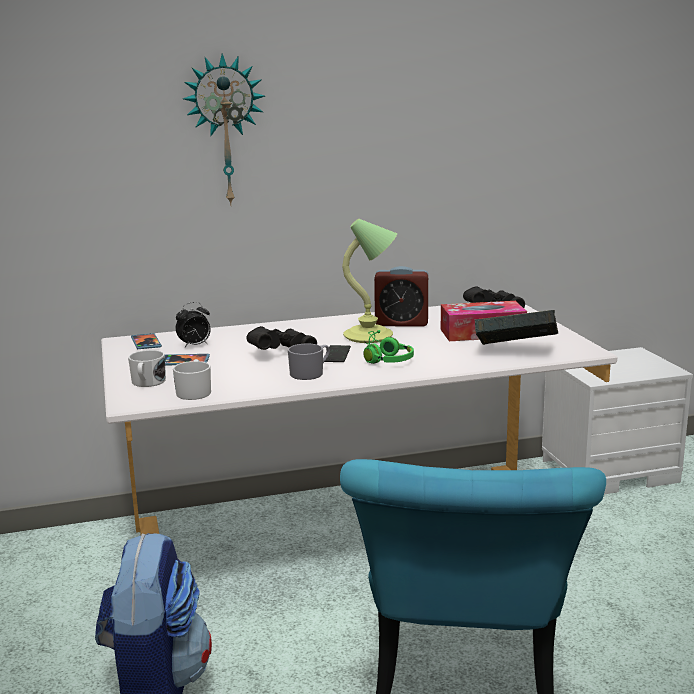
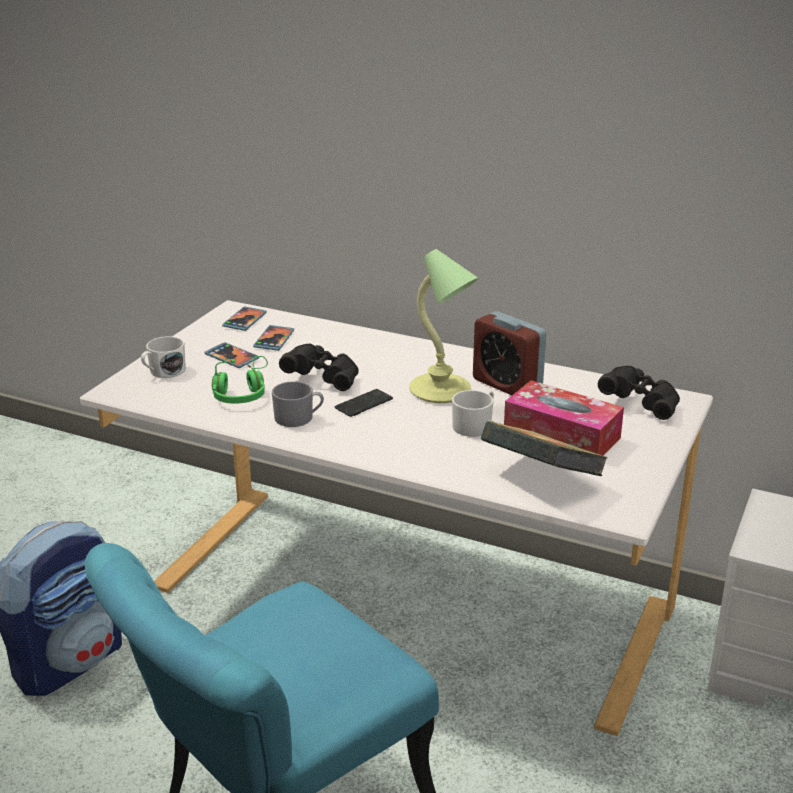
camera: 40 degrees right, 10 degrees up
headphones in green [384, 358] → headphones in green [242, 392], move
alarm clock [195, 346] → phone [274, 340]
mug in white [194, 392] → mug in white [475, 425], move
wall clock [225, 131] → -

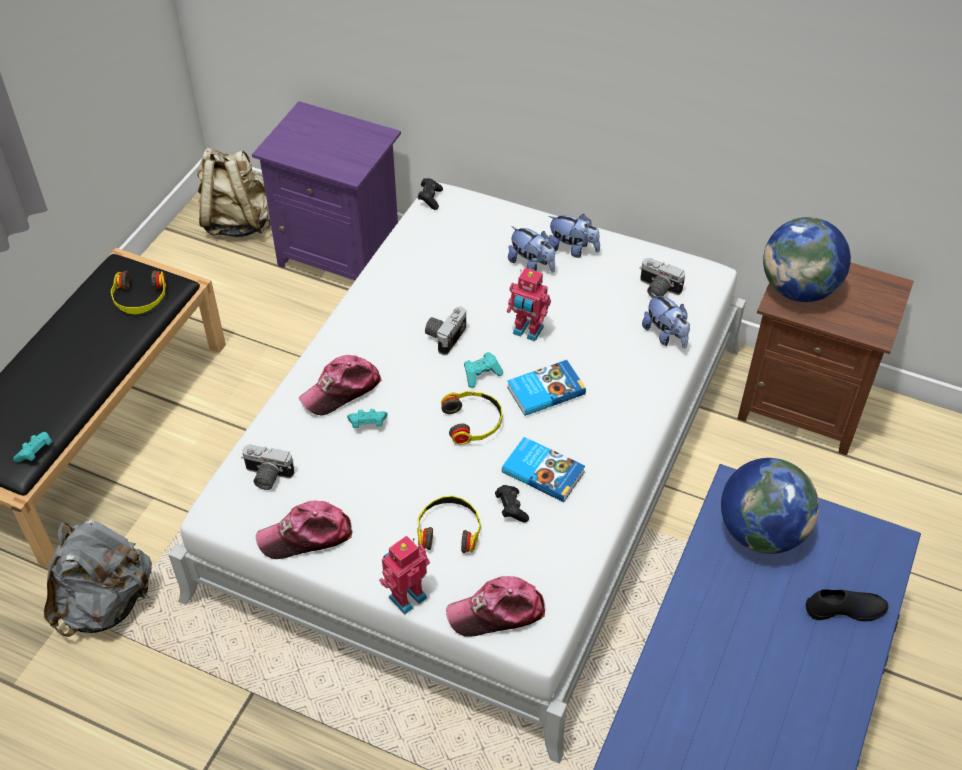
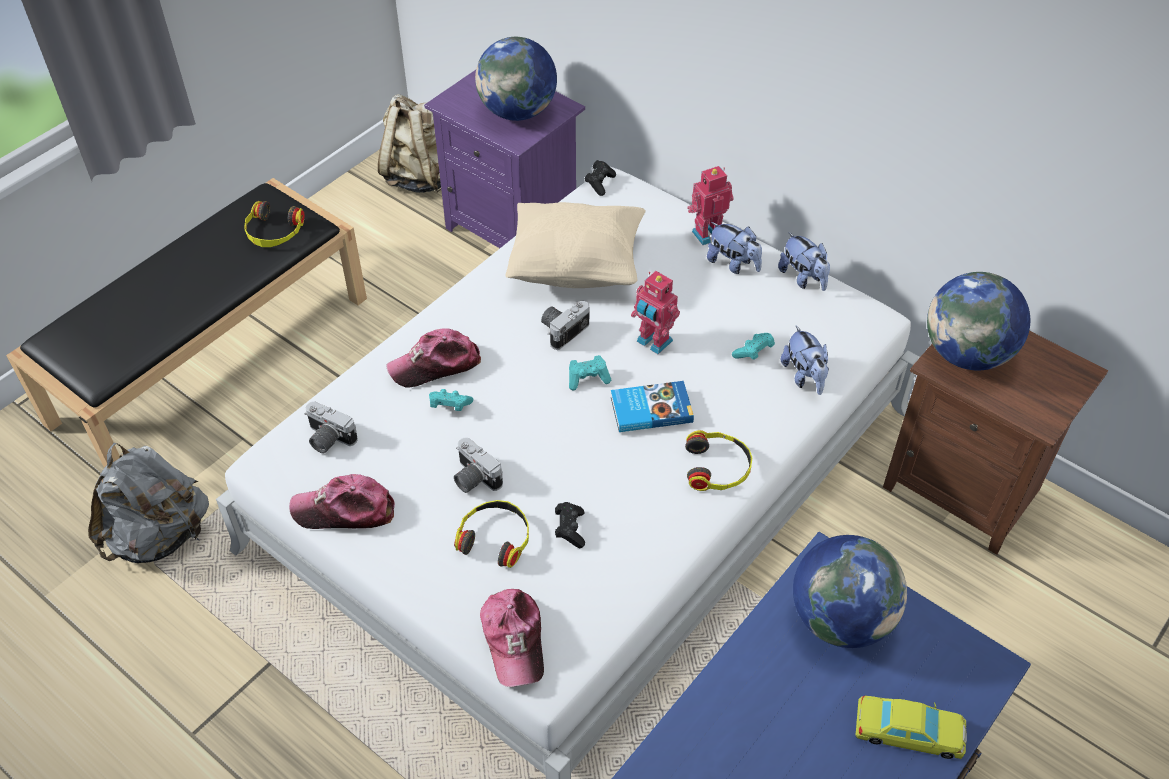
camera: 15 degrees right, 0 degrees up
photo camera [657, 290] → photo camera [473, 478], move
- → globe [518, 112]
cap [497, 613] → cap [514, 640], 105 degrees counterclockwise
- → pillow in beige [577, 267]
headphones [473, 421] → headphones [718, 467], move
toy robot [406, 595] → toy robot [707, 233], move
game controller in turquoise [36, 452] → game controller in turquoise [753, 352], move
plush toy [532, 264] → plush toy [803, 278], move
shoe in black [844, 609] → toy car in yellow [909, 731]
book [543, 471] → -

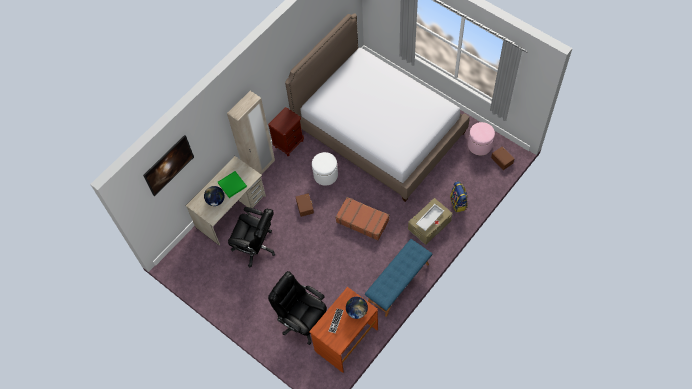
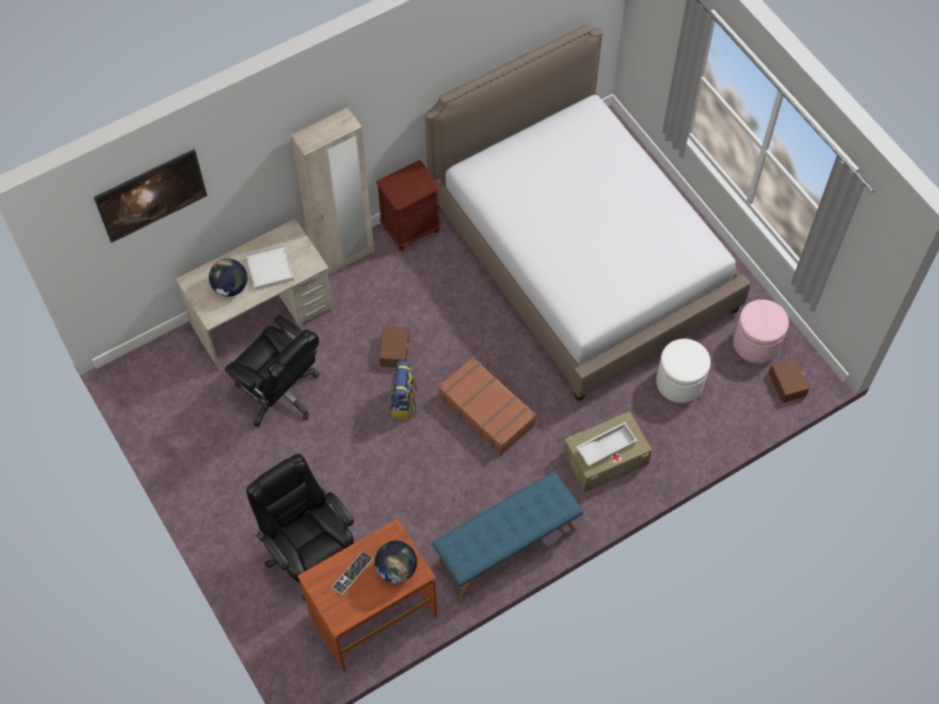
camera: 15 degrees right, 0 degrees up
tray in green [232, 185] → tray in white [270, 269]
backpack [458, 203] → backpack [404, 403], move
ottoman in white [325, 175] → ottoman in white [679, 382], move

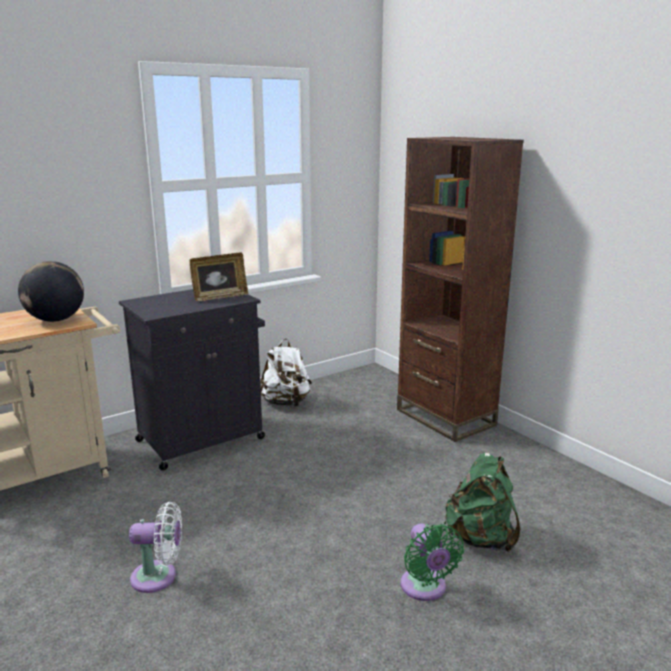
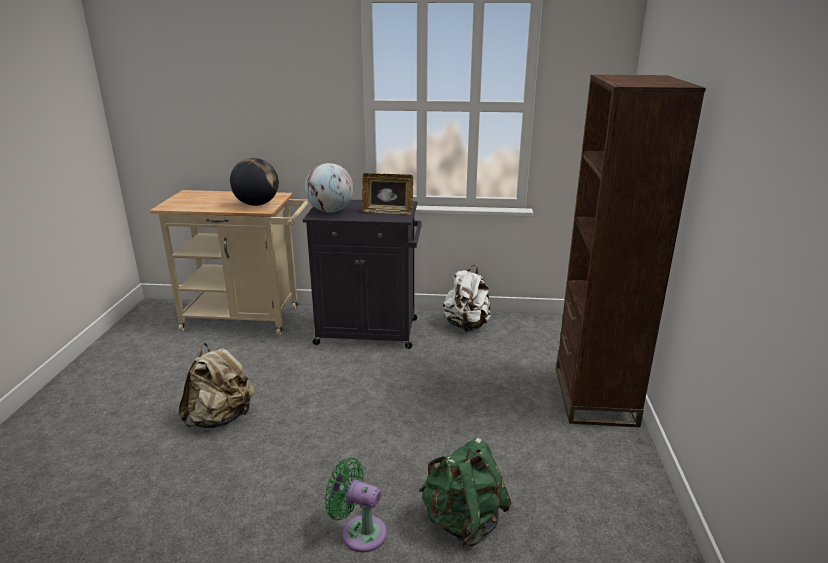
camera: 40 degrees right, 5 degrees up
fan in white [158, 577] → backpack in beige [221, 418]
- → globe [330, 211]
fan in green [425, 588] → fan in green [359, 532], 90 degrees clockwise

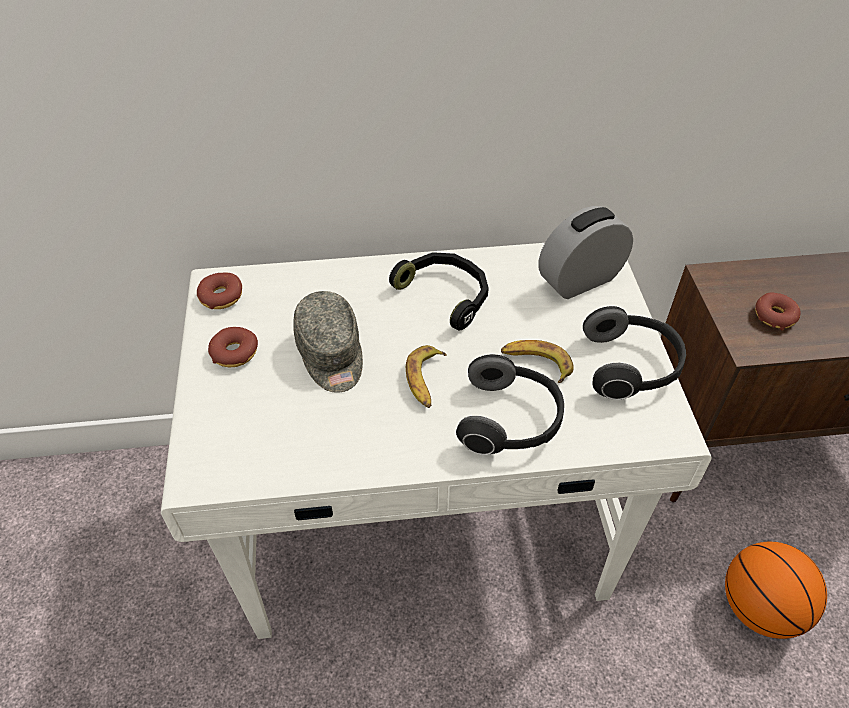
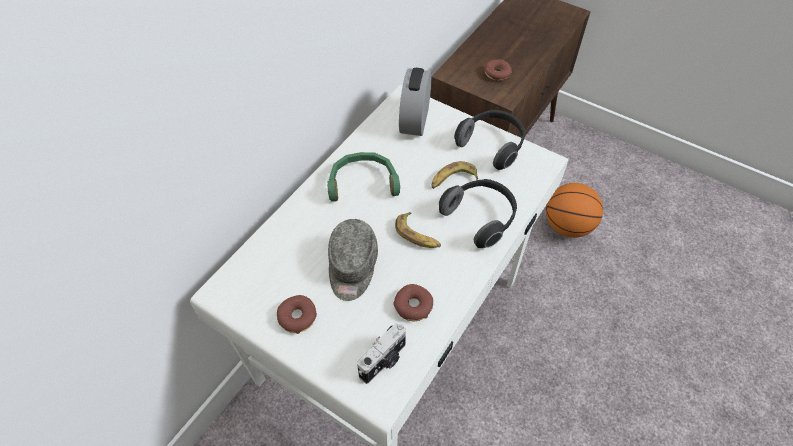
camera: 50 degrees left, 5 degrees up
headphones in black [446, 294] → headphones in green [363, 182]
cap in grey [331, 355] → cap in grey [352, 267], 75 degrees clockwise
- → photo camera [384, 361]
donut [221, 296] → donut [413, 306], move

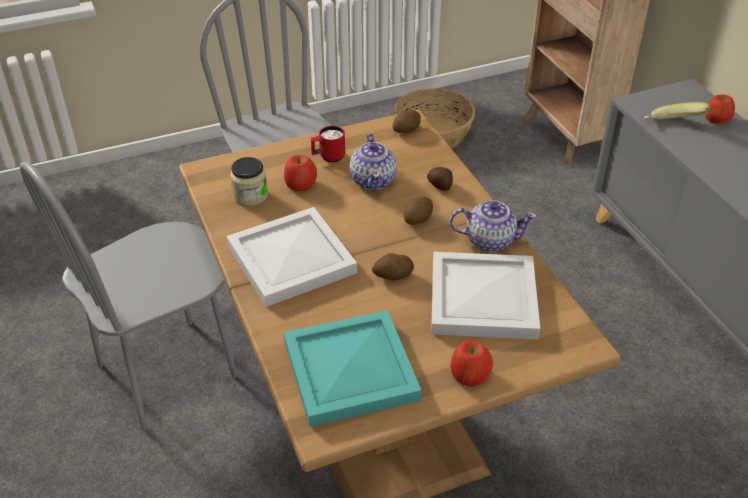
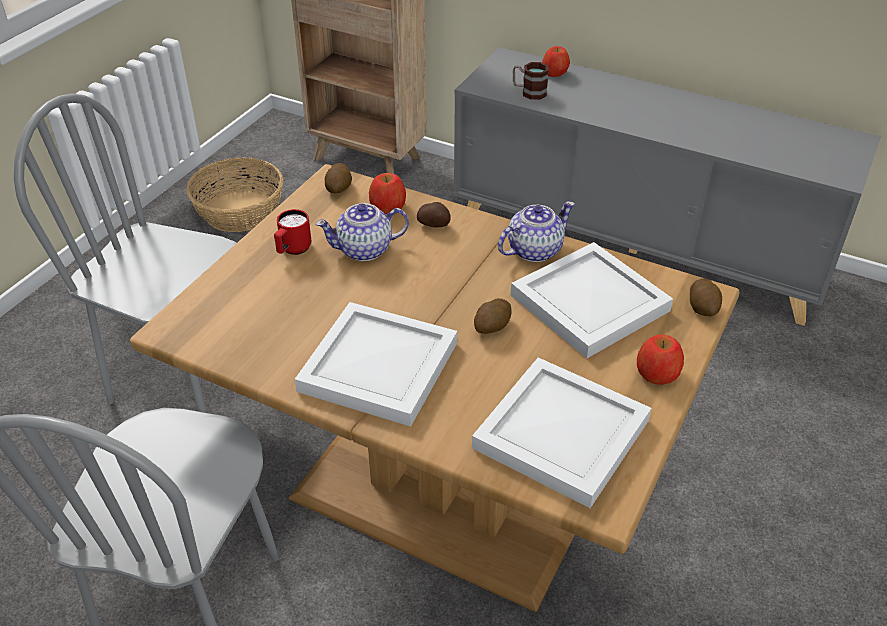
camera: 40 degrees left, 0 degrees up
teapot [373, 180] → teapot [365, 250], 120 degrees clockwise
apple [300, 184] → apple [388, 206], move
tray in turquoise [352, 371] → tray in white [564, 433]
banana [672, 126] → mug [529, 92]
potato [418, 220] → potato [703, 308], move
jar [250, 195] → -

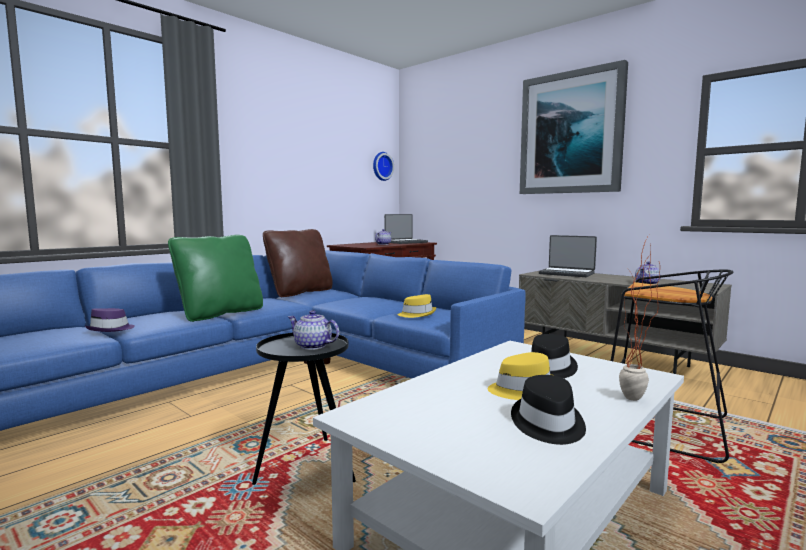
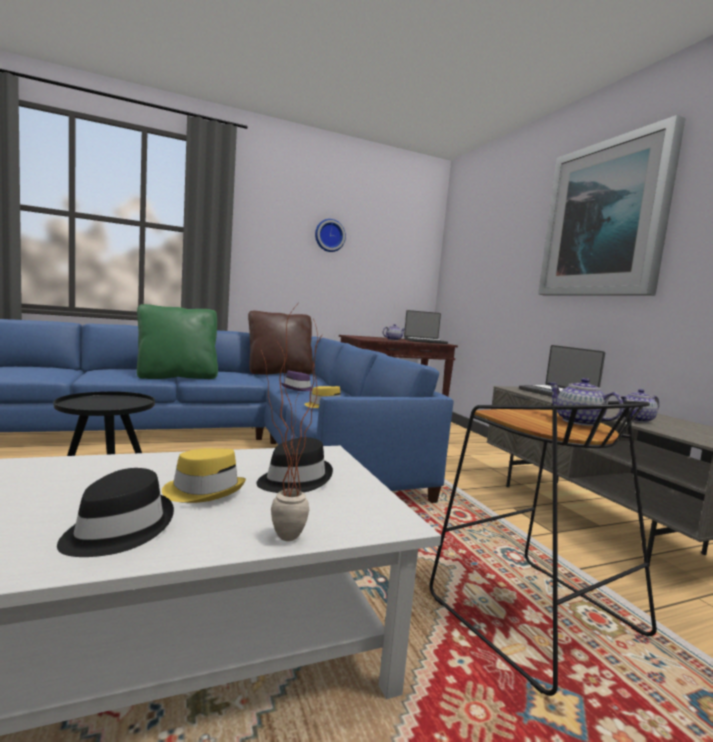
camera: 25 degrees right, 0 degrees up
hat in purple [111, 329] → hat in purple [298, 389], move
wall clock [381, 166] → wall clock [329, 235], move
teapot [313, 346] → teapot [579, 422], move

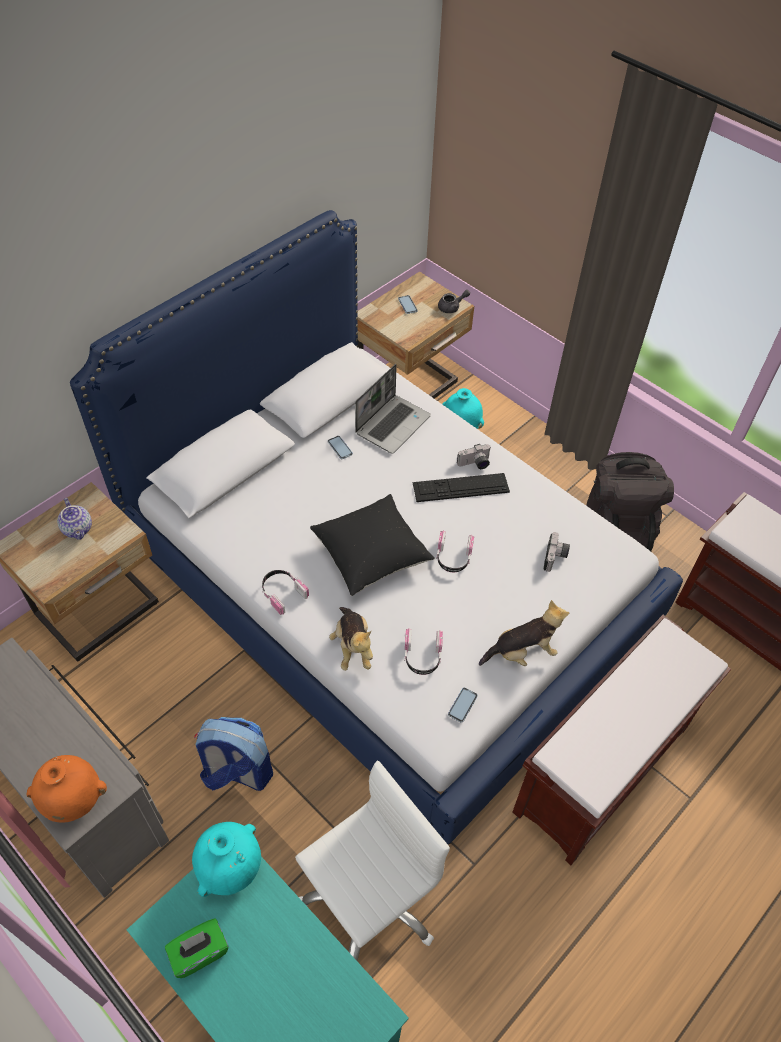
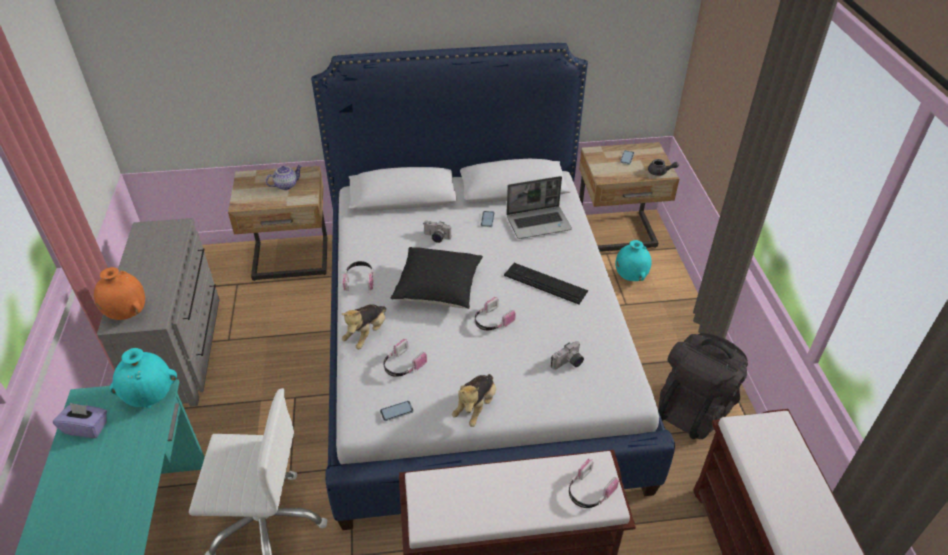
camera: 40 degrees right, 10 degrees down
tissue box in green [199, 952] → tissue box in purple [87, 427]
teapot [78, 529] → teapot [286, 185], 135 degrees counterclockwise
photo camera [475, 464] → photo camera [436, 238], move
plush toy [522, 652] → plush toy [476, 407], 90 degrees clockwise
- → headphones [589, 492]
backpack [237, 772] → -

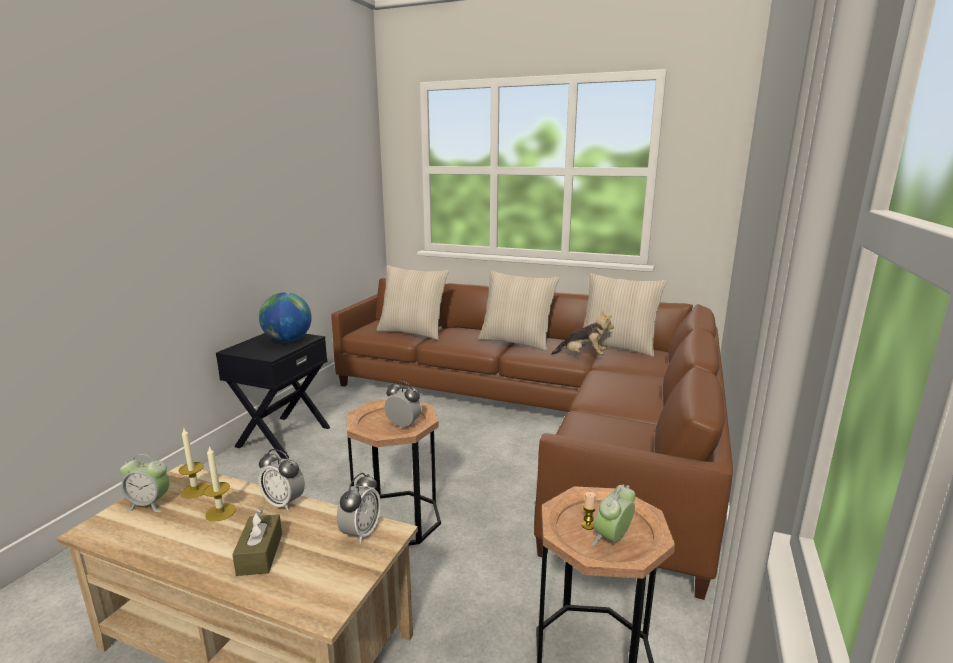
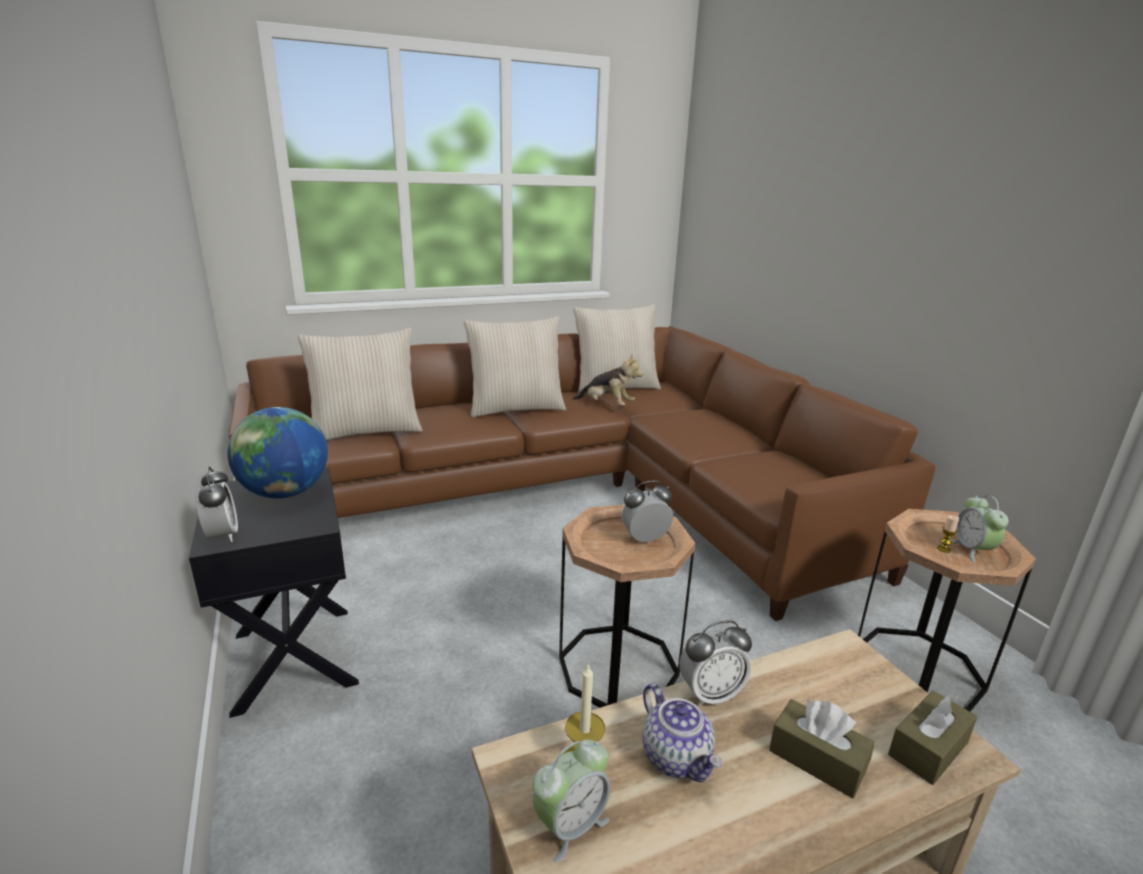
camera: 45 degrees left, 5 degrees up
alarm clock [361, 533] → alarm clock [222, 536], move
plush toy [583, 356] → plush toy [607, 405], 60 degrees clockwise
candle [220, 512] → teapot [677, 757]
- → tissue box in brown [928, 748]

